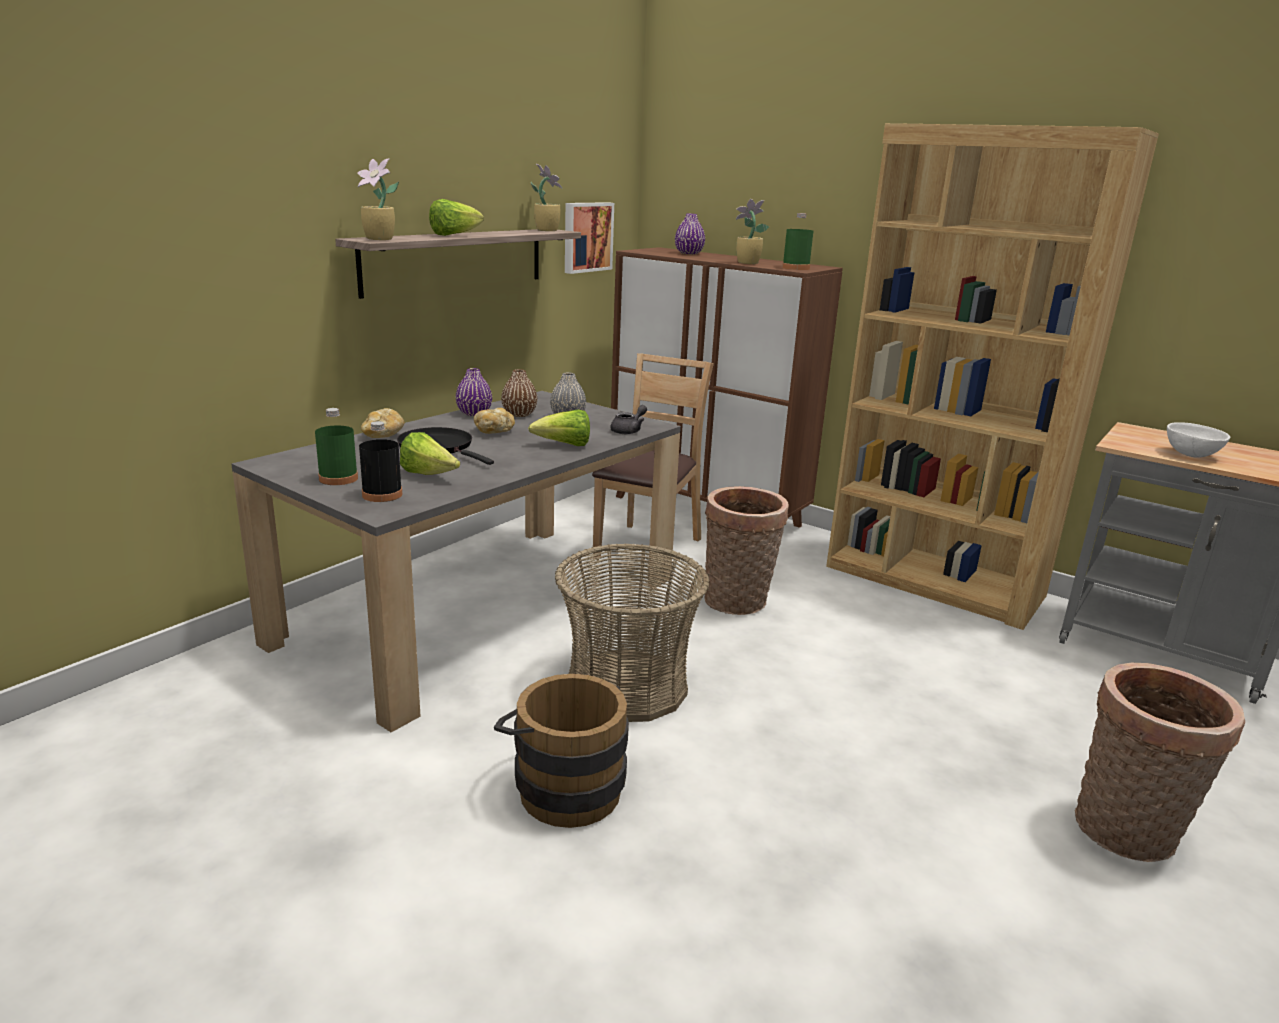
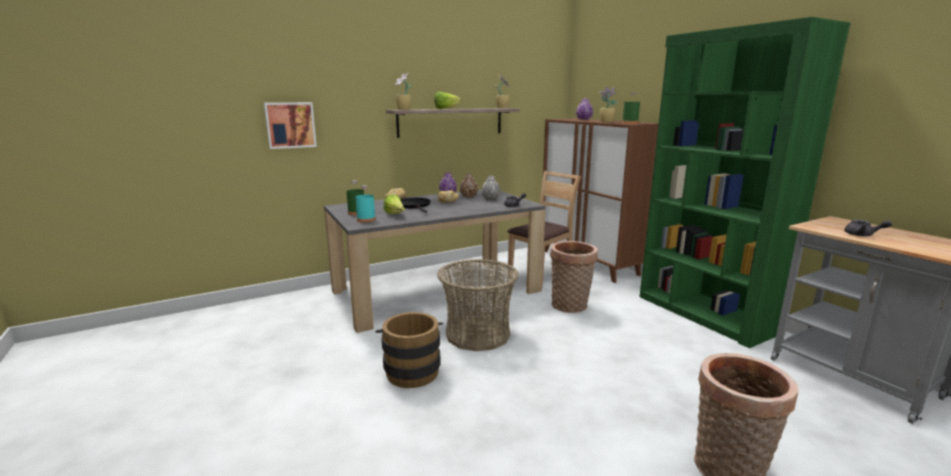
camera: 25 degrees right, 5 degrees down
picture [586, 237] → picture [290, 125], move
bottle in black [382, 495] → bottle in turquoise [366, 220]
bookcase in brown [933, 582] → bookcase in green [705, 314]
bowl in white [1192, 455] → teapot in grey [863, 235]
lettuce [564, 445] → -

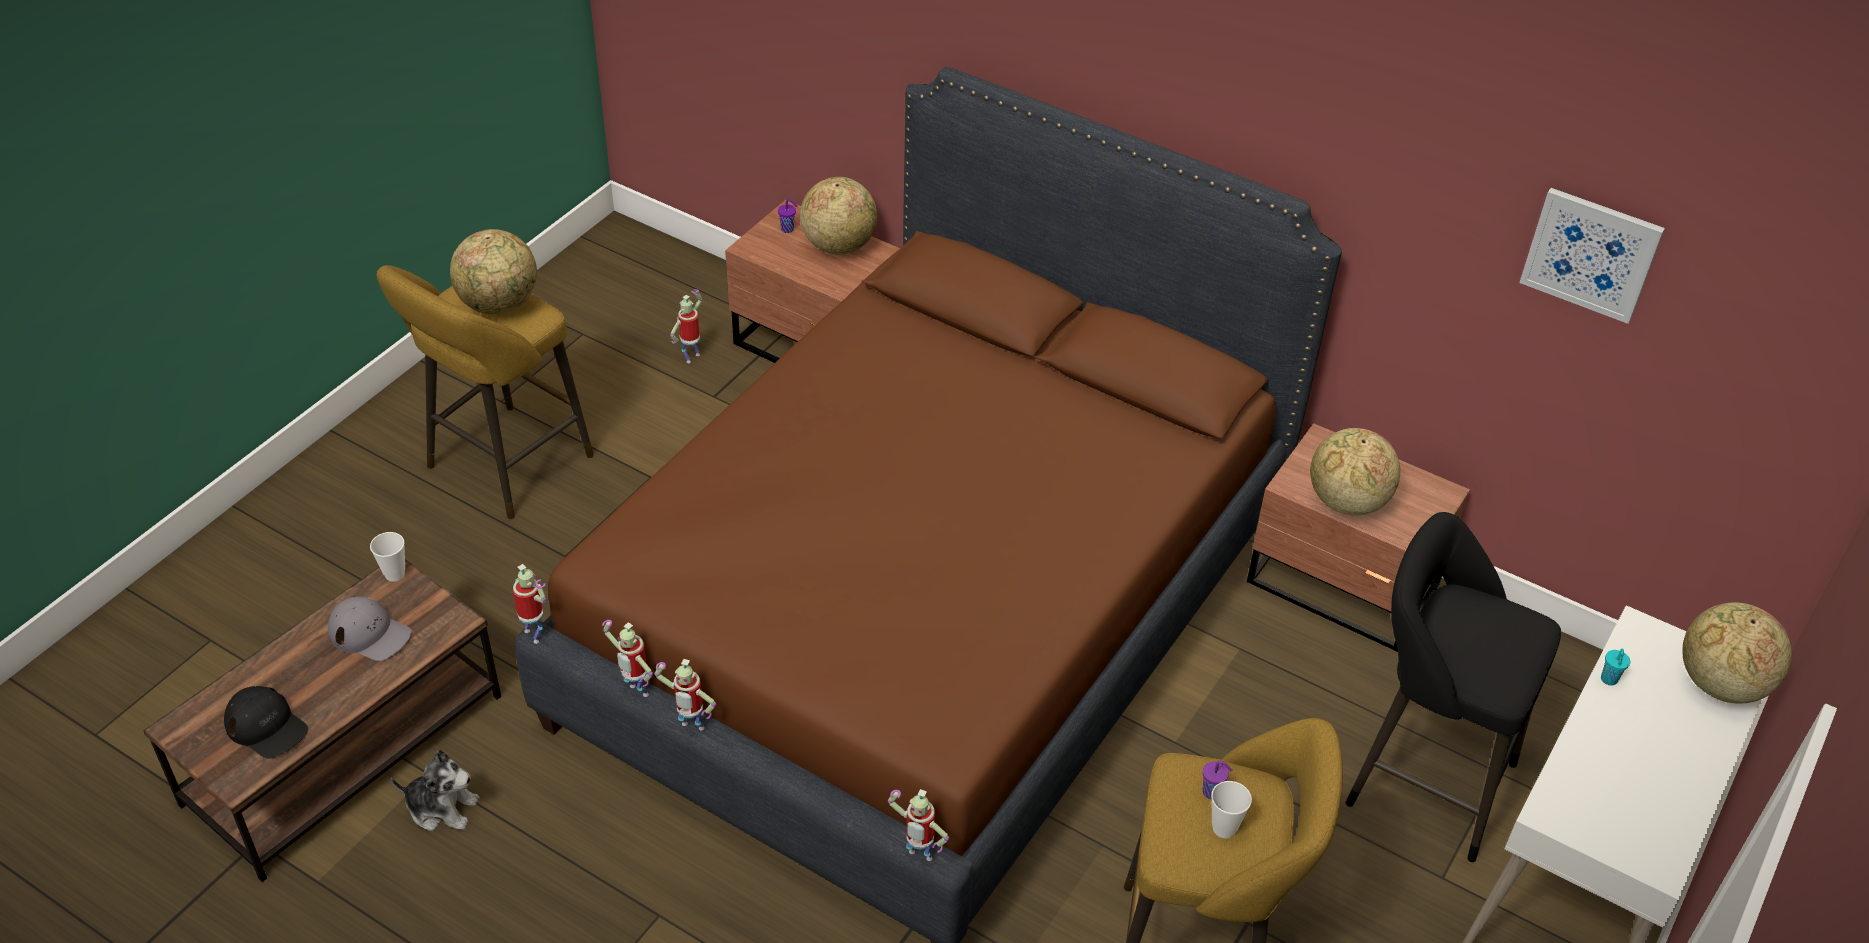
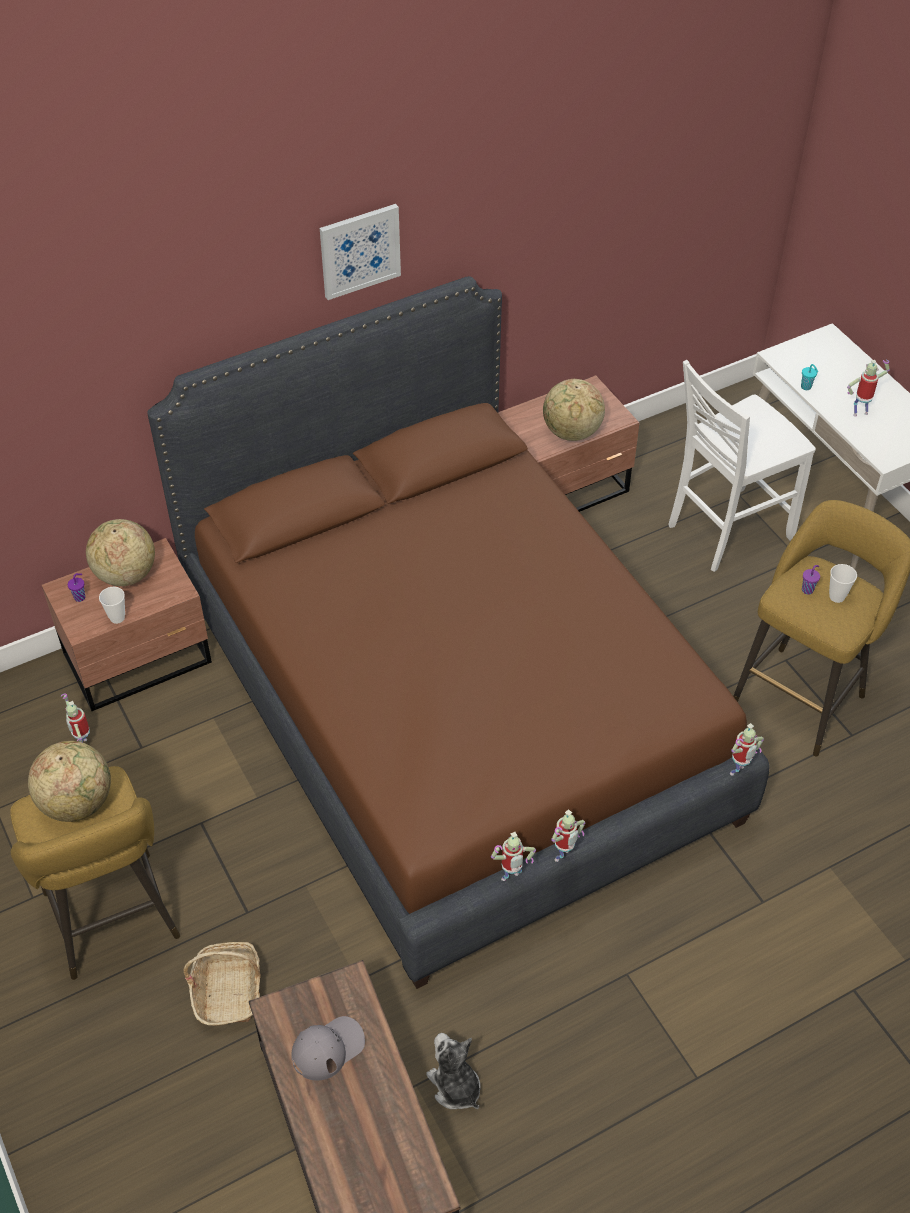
camera: 60 degrees left, 5 degrees up
cup [395, 574] → cup [117, 618], move
- → basket [228, 991]
picture [1591, 254] → picture [359, 250], move
plush toy [442, 808] → plush toy [455, 1086], 75 degrees counterclockwise
stool in black [1420, 779] → chair in white [726, 530]
toy robot [535, 634] → toy robot [860, 412], move
cap in black [266, 727] → -
globe [1719, 684] → -

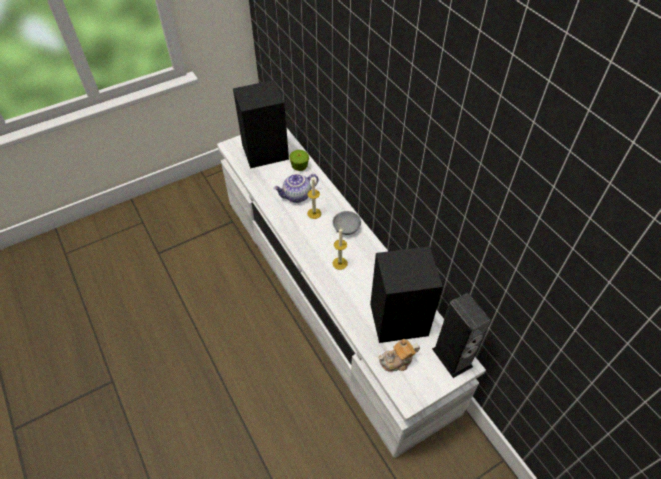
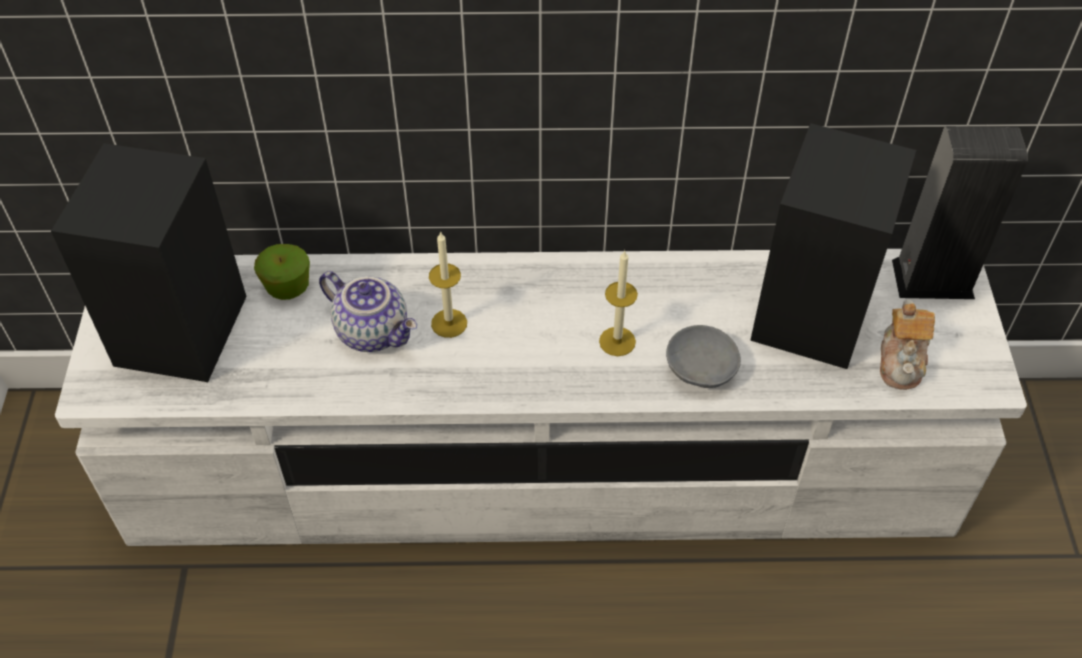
camera: 60 degrees left, 0 degrees up
teapot [297, 196] → teapot [374, 331], 60 degrees counterclockwise
bowl in grey [347, 228] → bowl in grey [703, 368], move

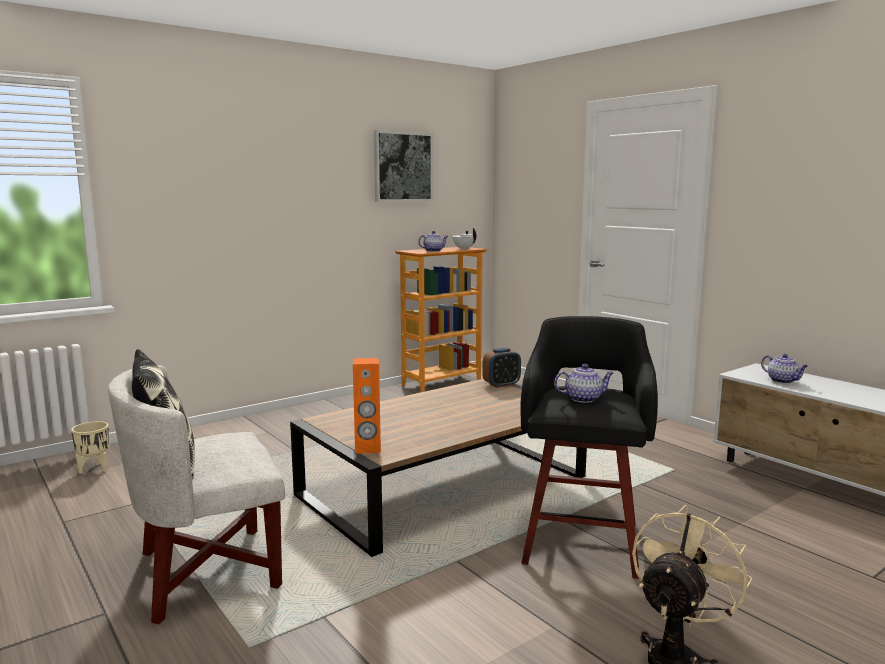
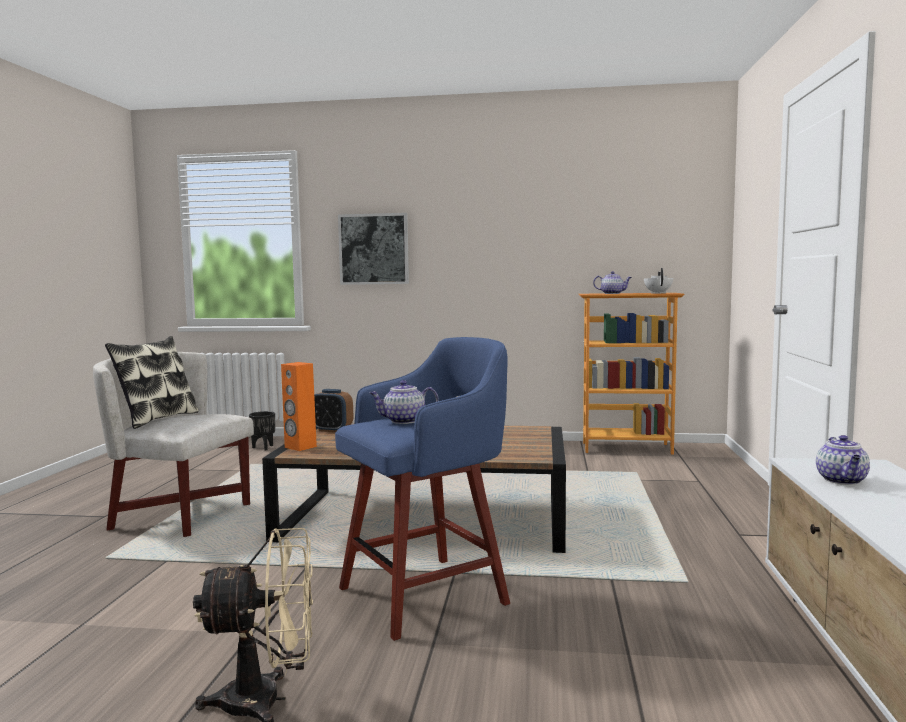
camera: 45 degrees right, 5 degrees down
planter in beige [95, 469] → planter in black [264, 447]
alarm clock [501, 385] → alarm clock [332, 430], move
stool in black [582, 540] → stool in blue [428, 594]
picture [403, 167] → picture [374, 249], move
teapot [583, 398] → teapot [403, 421], 135 degrees clockwise

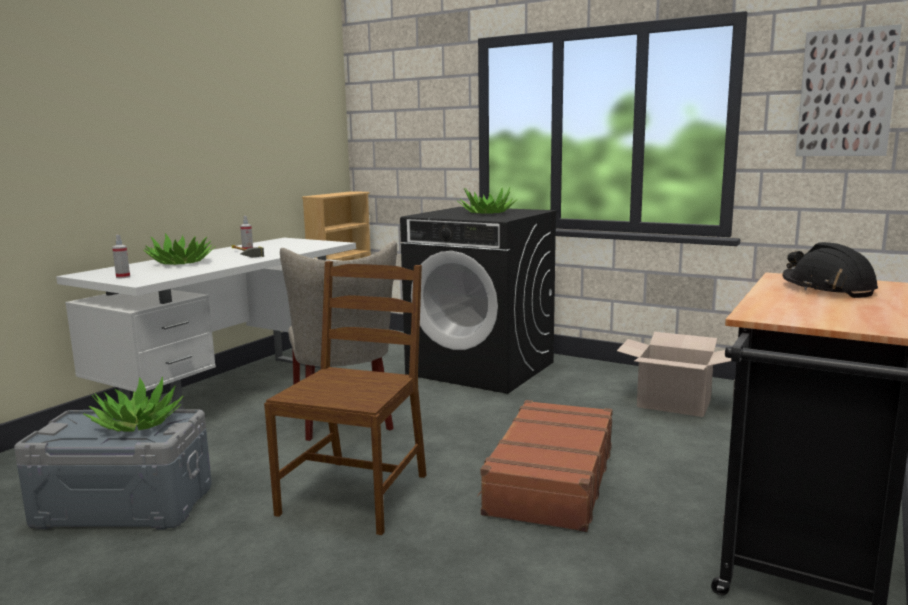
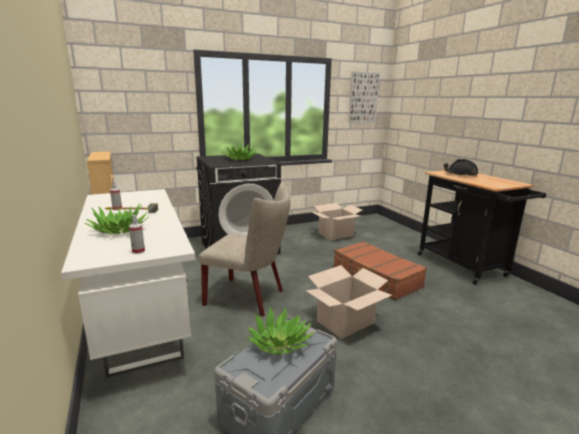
camera: 55 degrees left, 5 degrees up
chair in brown [356, 494] → cardboard box [345, 321]

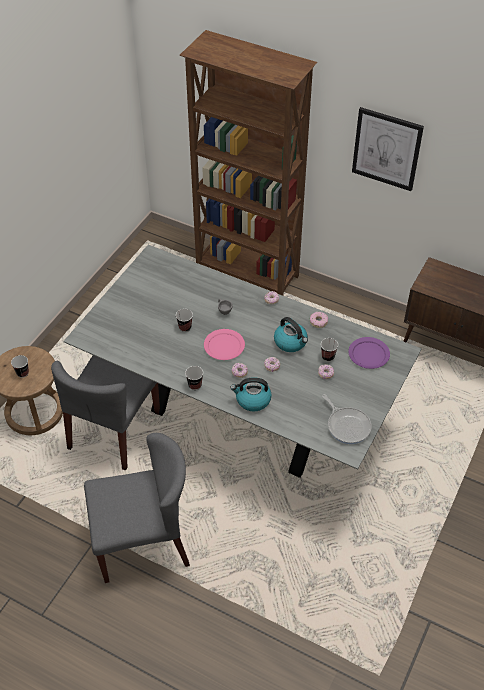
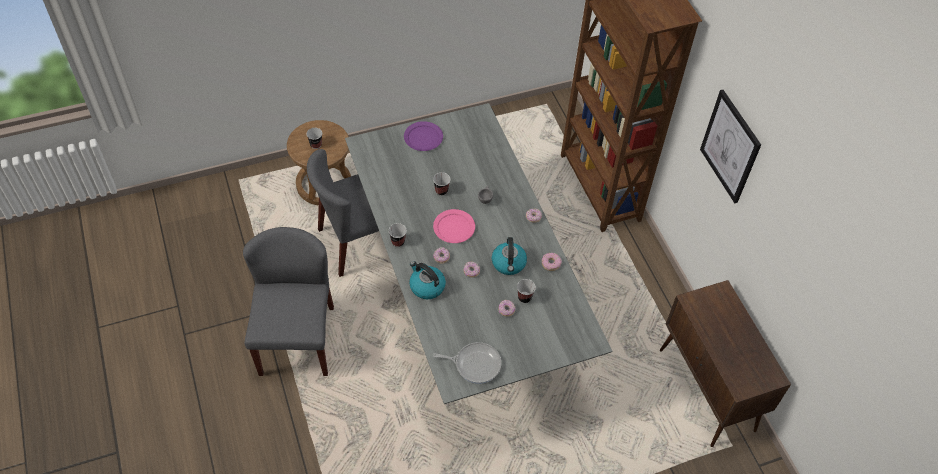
camera: 40 degrees right, 5 degrees up
chair in grey [143, 542] → chair in grey [296, 339], 120 degrees counterclockwise
plate in purple [368, 354] → plate in purple [423, 137], move
frying pan [347, 425] → frying pan [475, 364], 90 degrees counterclockwise

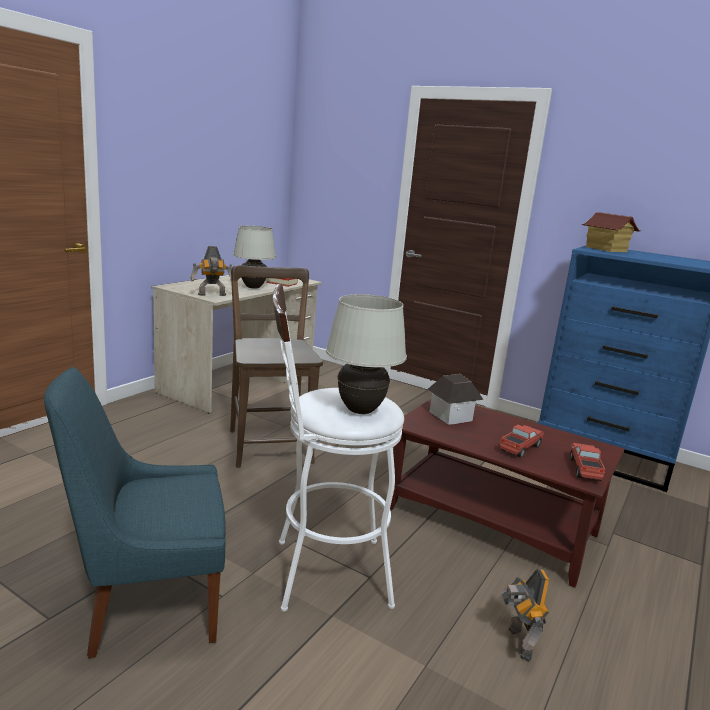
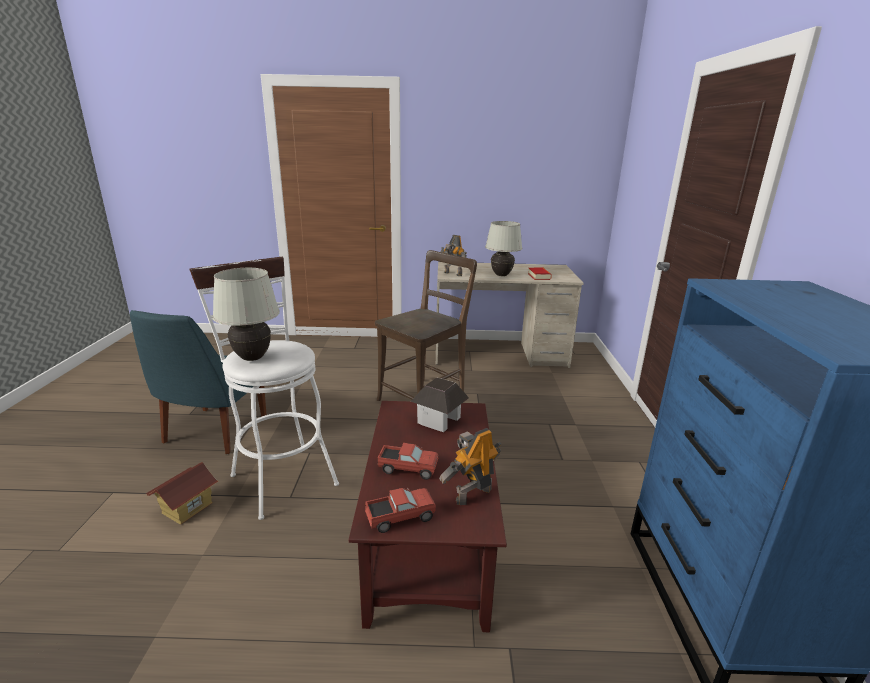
camera: 60 degrees right, 5 degrees up
chair in blue [148, 604] → chair in blue [213, 432], 120 degrees counterclockwise
toy house [605, 249] → toy house [187, 508], move
toy robot [517, 643] → toy robot [472, 494], move

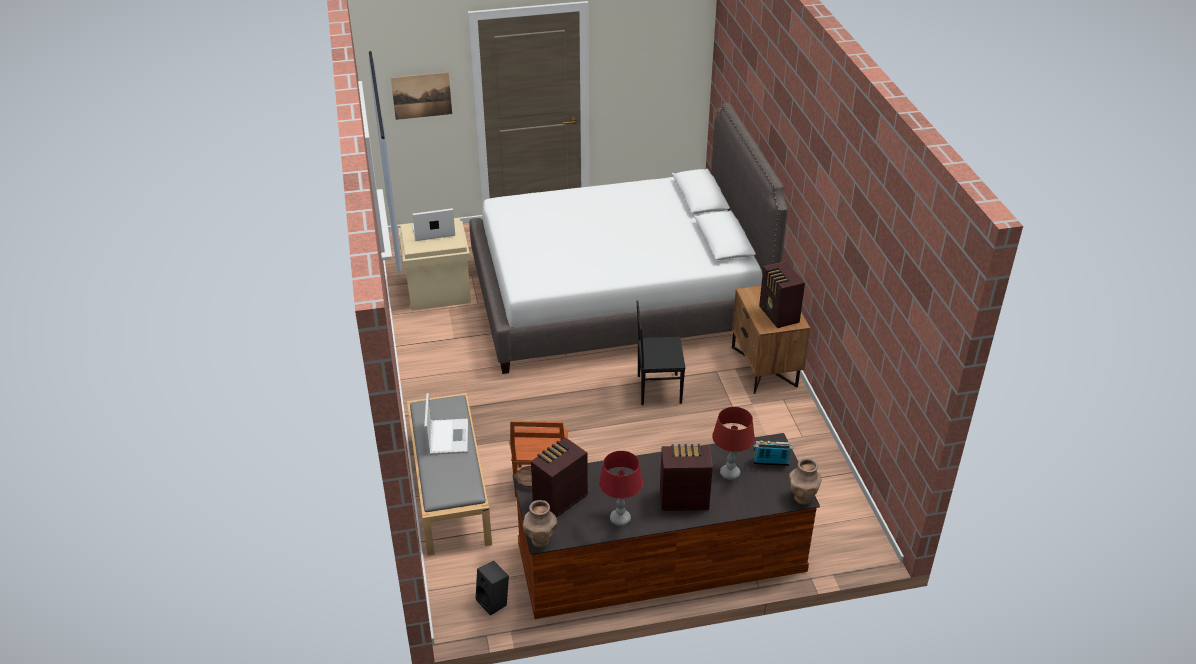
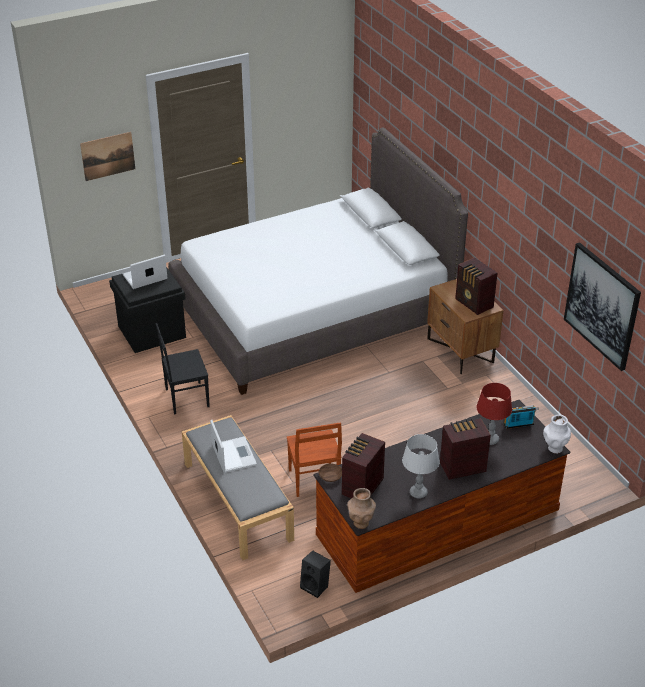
camera: 15 degrees left, 0 degrees up
storage box in beige [437, 291] → storage box in black [151, 332]
chair in black [658, 389] → chair in black [186, 398], move
table lamp in red [620, 519] → table lamp in grey [418, 492]
vase in brown [802, 498] → vase in white [555, 448]
- → picture [602, 305]

